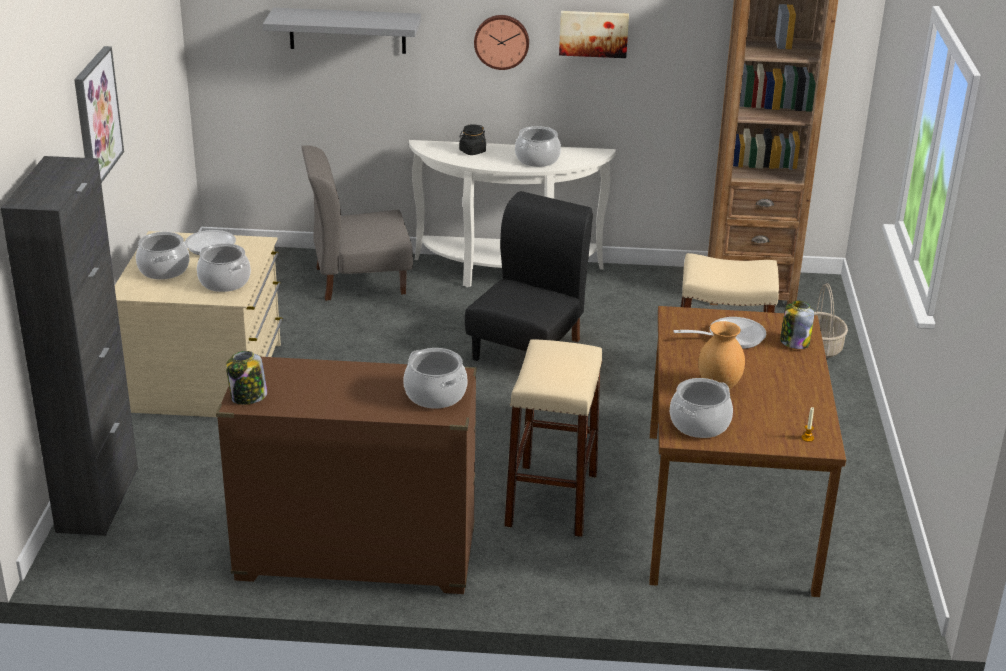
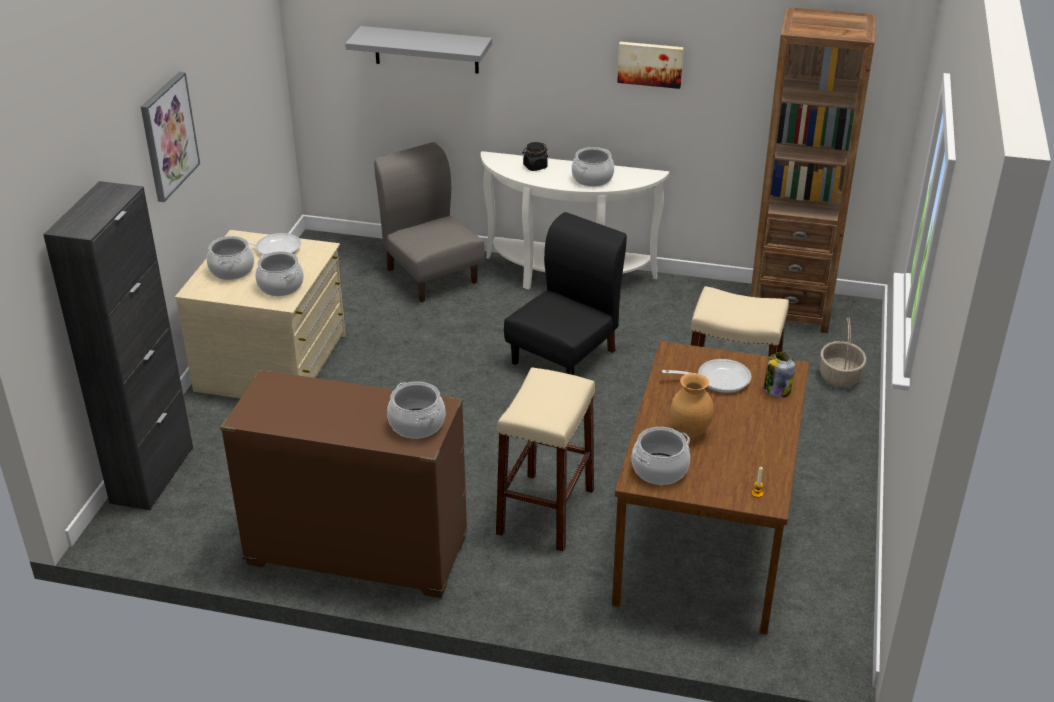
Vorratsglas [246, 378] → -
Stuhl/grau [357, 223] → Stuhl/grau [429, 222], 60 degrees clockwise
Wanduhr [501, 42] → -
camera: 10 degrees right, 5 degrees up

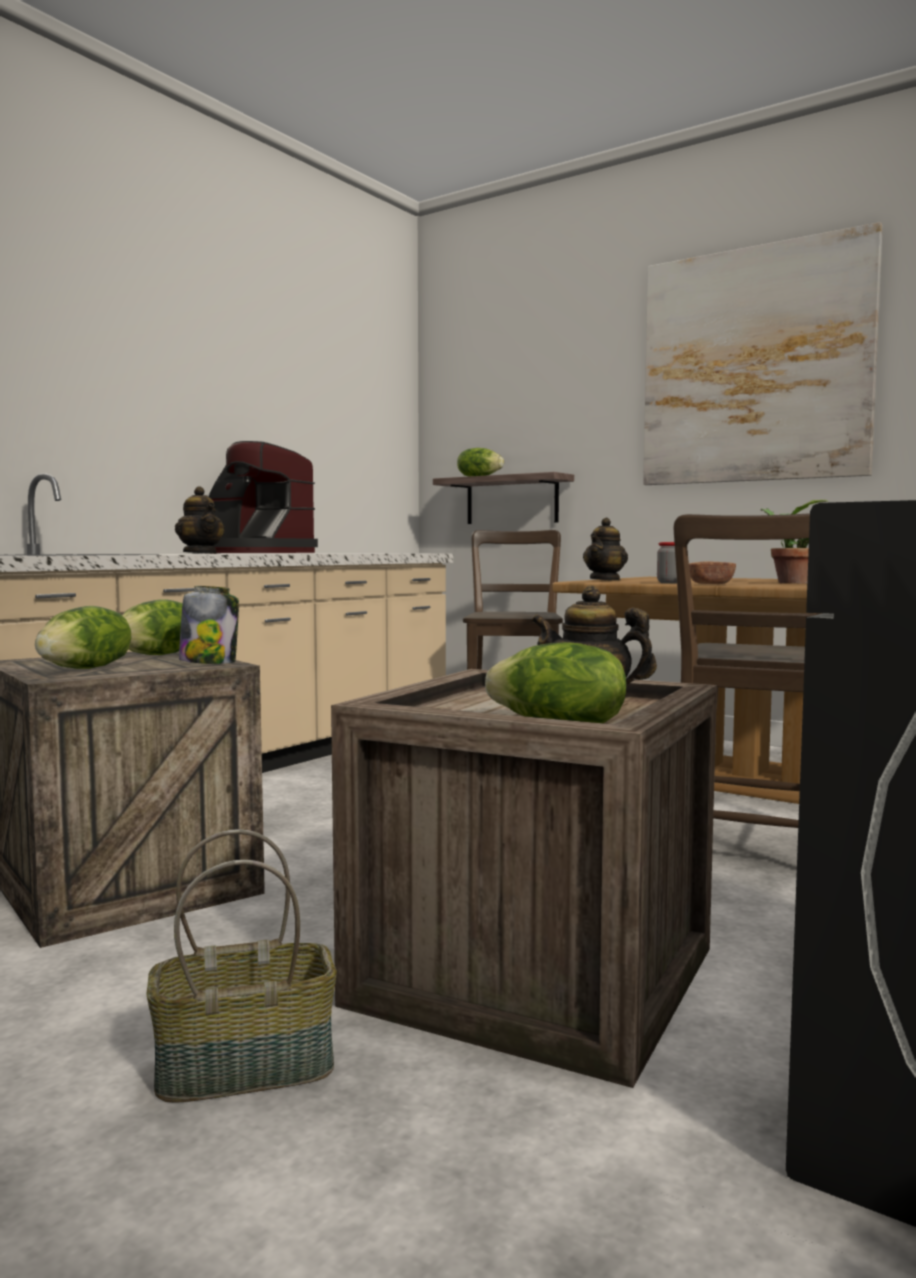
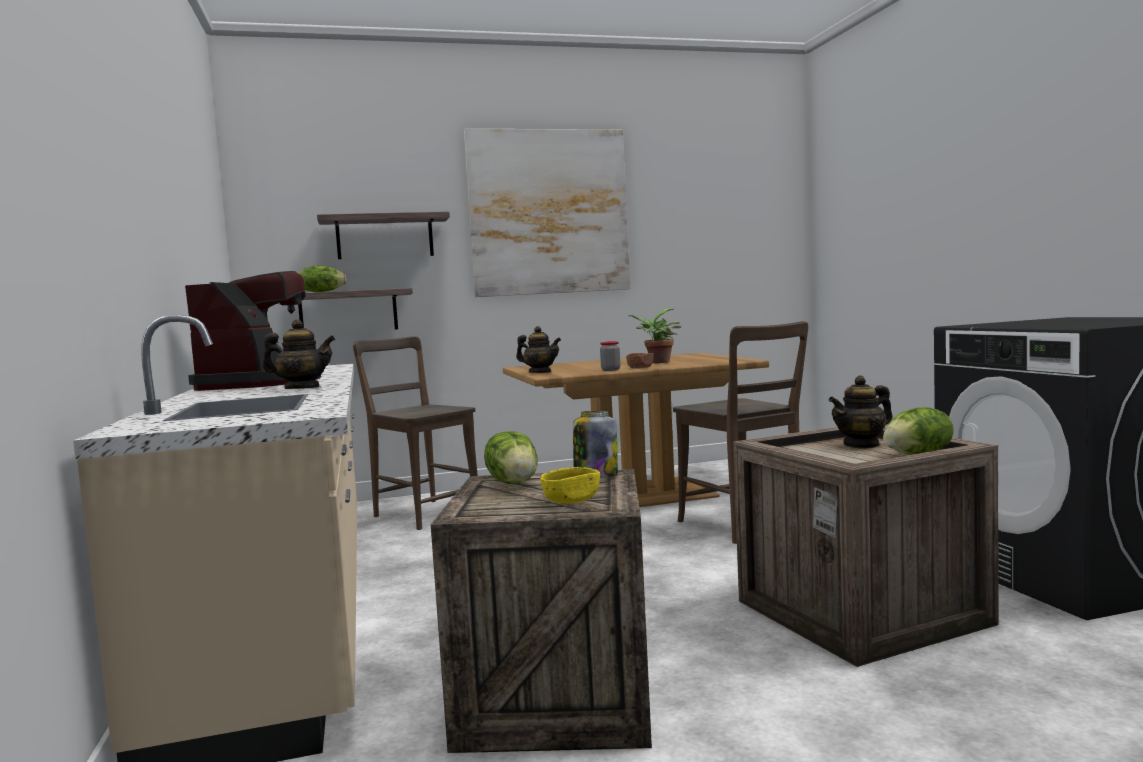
Salatkopf [83, 637] → Schüssel/gelb [570, 485]
Korb [241, 966] → -
Kaffeemaschine [263, 497] → Kaffeemaschine [254, 331], 75 degrees counterclockwise
Teekanne [605, 549] → Teekanne [538, 349], 45 degrees counterclockwise
- → Wandregal [383, 235]
camera: 50 degrees left, 0 degrees up

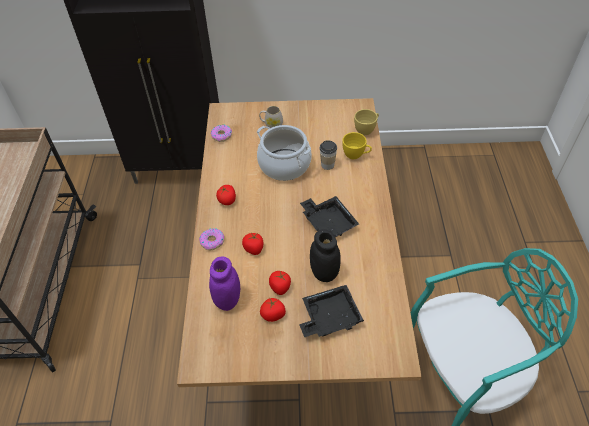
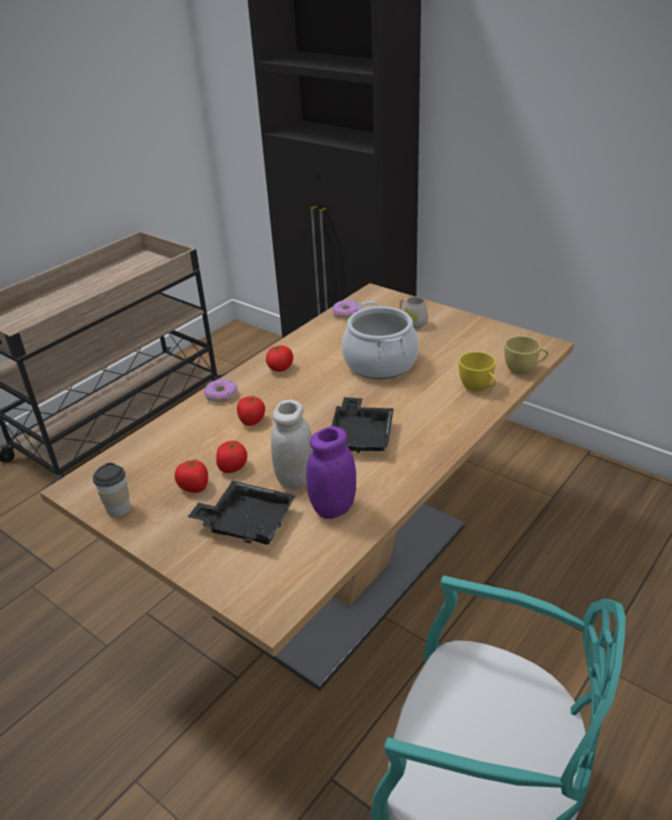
Vorratsglas/lila [224, 284] → Vorratsglas/lila [331, 472], shifted
Vorratsglas/schwarz [325, 255] → Vorratsglas/weiß [292, 445]
Tasse [328, 155] → Tasse [112, 490], shifted
camera: 40 degrees right, 15 degrees down

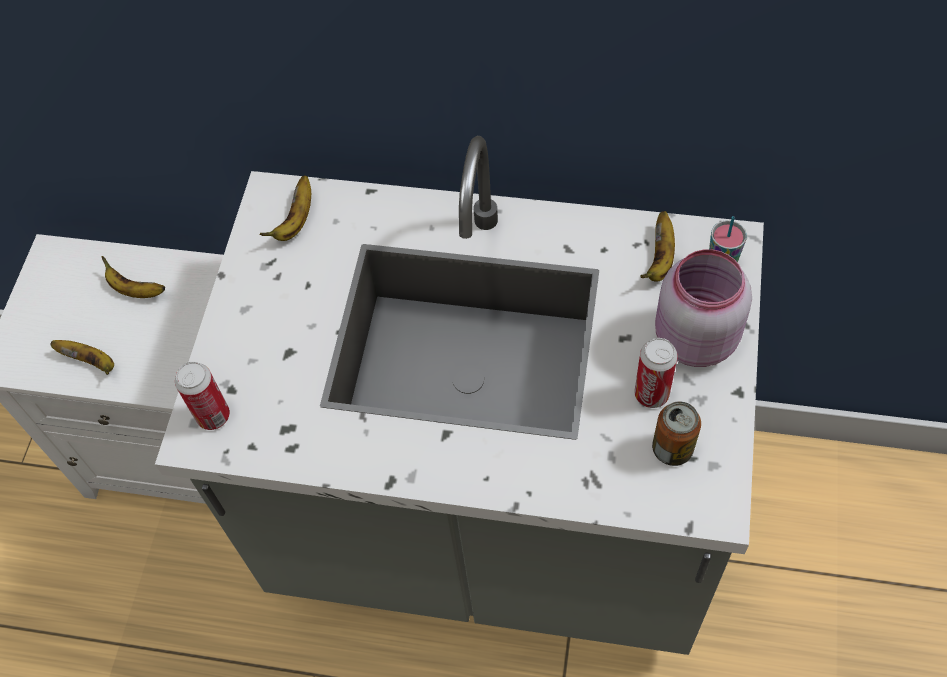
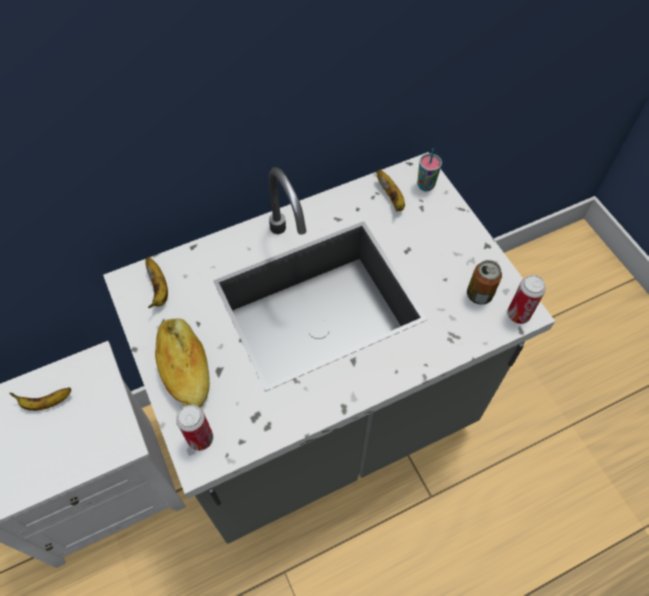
Banane [82, 357] → -
Dose [656, 373] → Dose [526, 299], shifted
Vorratsglas/rosa [703, 308] → -
- → Brot [182, 362]
camera: 40 degrees left, 0 degrees up

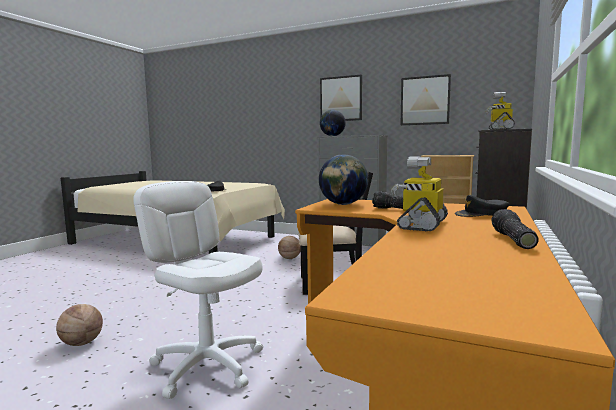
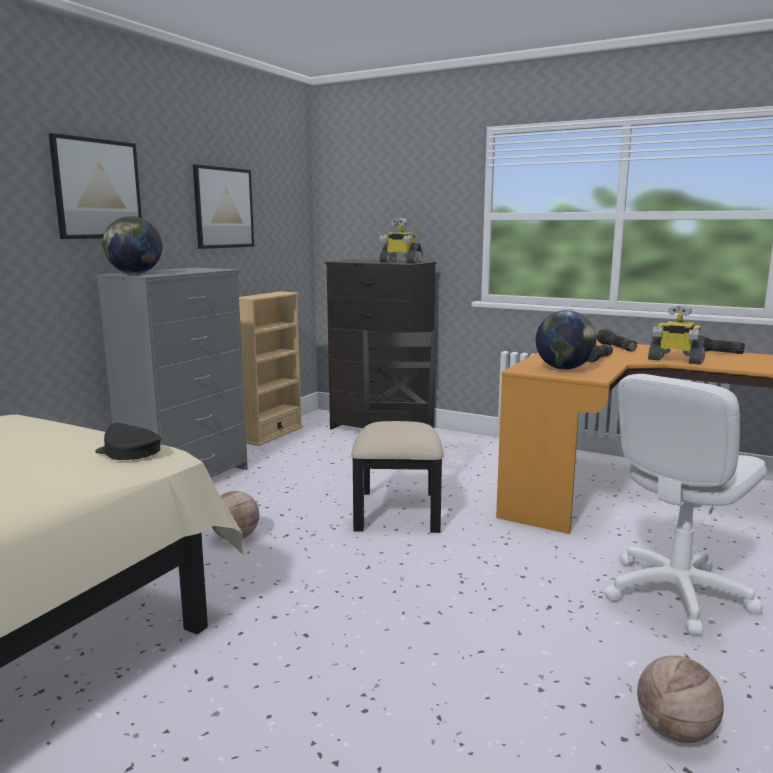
Kappe/schwarz [482, 206] → Taschenlampe [617, 340]
camera: 85 degrees left, 5 degrees up

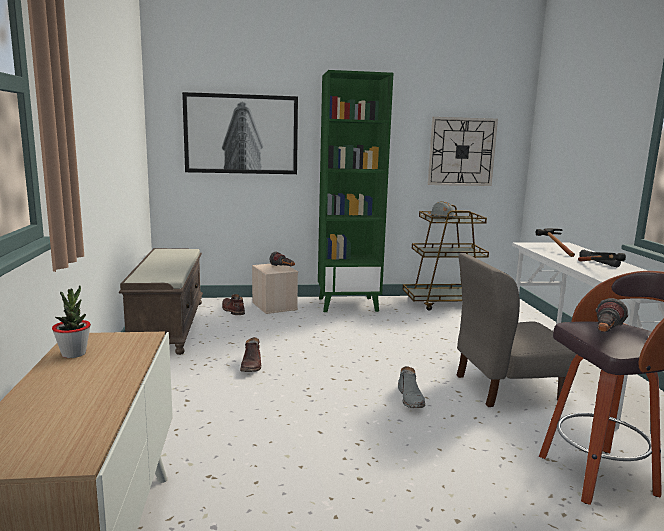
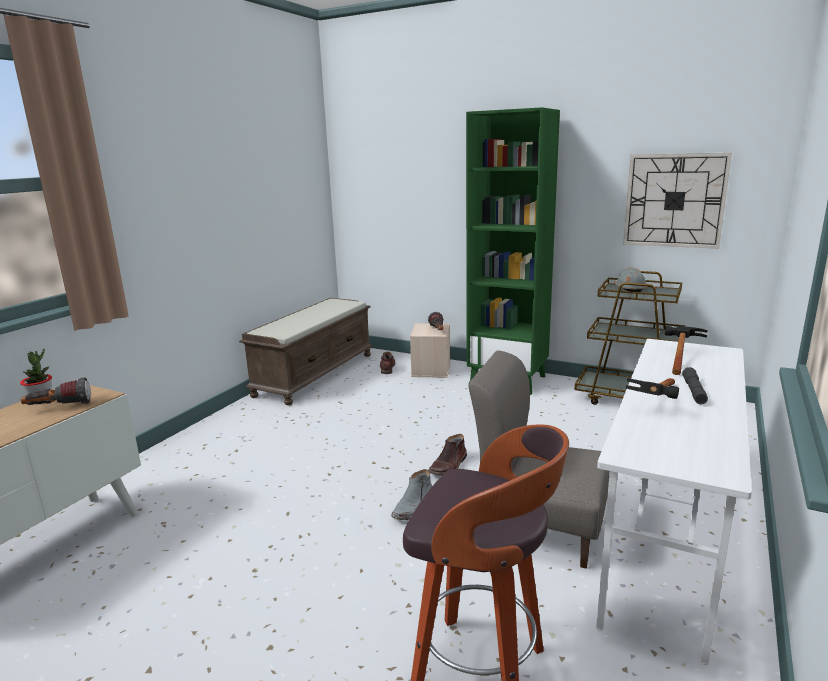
Bild [240, 133] → -
Stiefel/braun [250, 354] → Stiefel/braun [447, 455], shifted
Taschenlampe [611, 315] → Taschenlampe [56, 391], shifted
camera: 35 degrees right, 5 degrees up

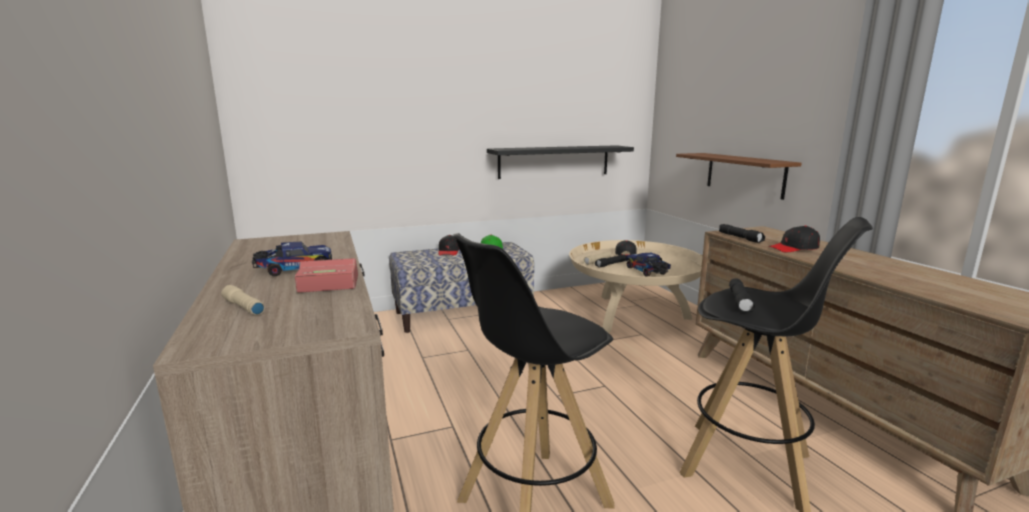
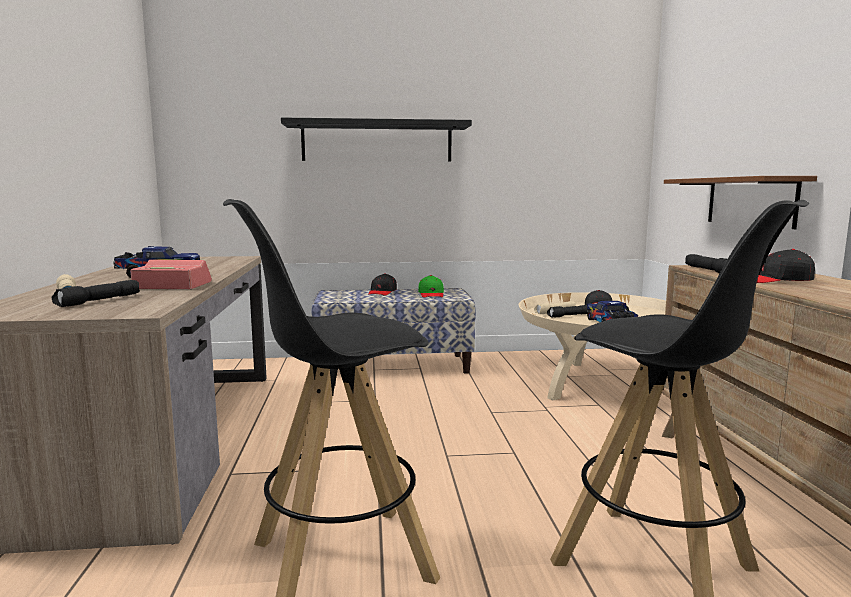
Wandregal/schwarz [560, 162] → Wandregal/schwarz [376, 140], shifted
Taschenlampe/schwarz [742, 295] → Taschenlampe/schwarz [96, 293], shifted
camera: 15 degrees right, 5 degrees down

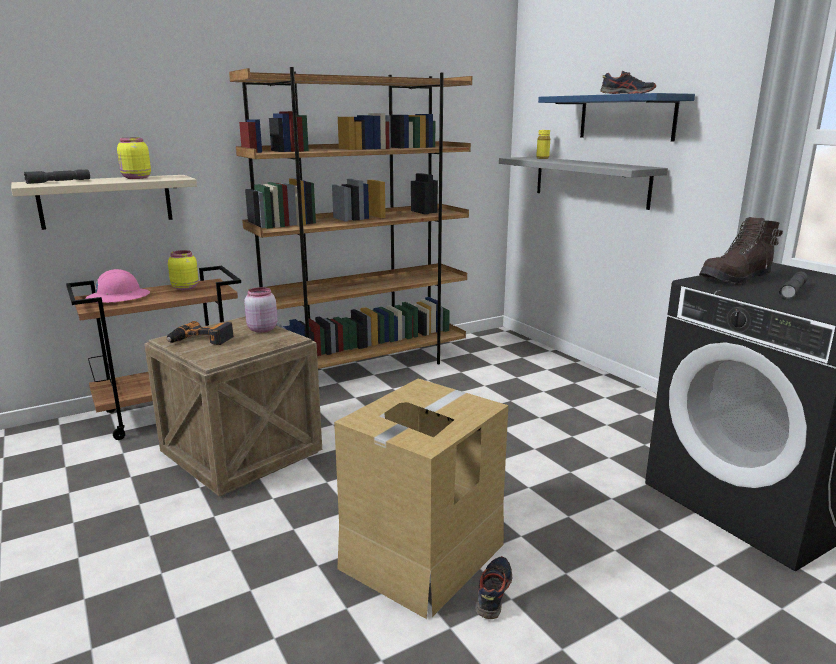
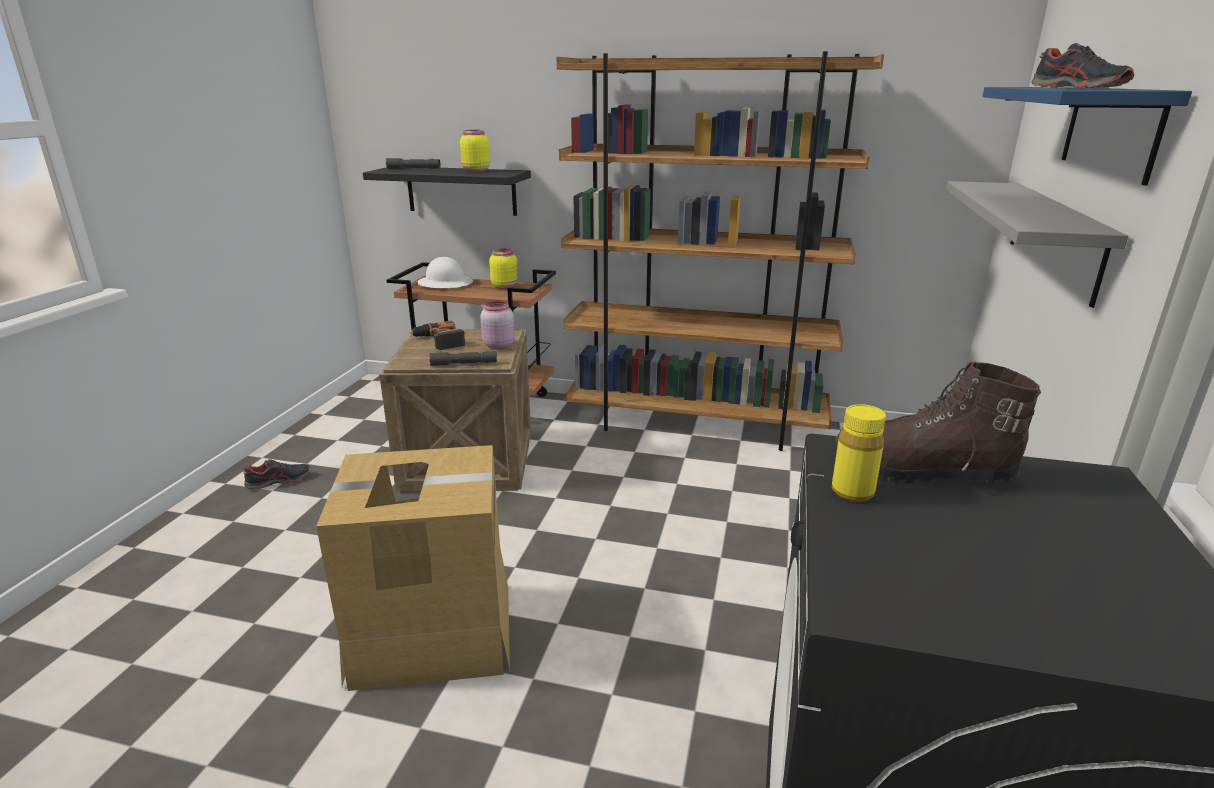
Wandregal/beige [104, 202] → Wandregal/schwarz [447, 191]
Schutzhelm/rosa [118, 286] → Schutzhelm/weiß [445, 272]
Schuh [494, 587] → Schuh [276, 474], shifted
Flasche/gelb [543, 144] → Flasche/gelb [859, 453], shifted
Taschenlampe/grau [793, 286] → Taschenlampe/grau [463, 358], shifted
camera: 45 degrees right, 5 degrees up

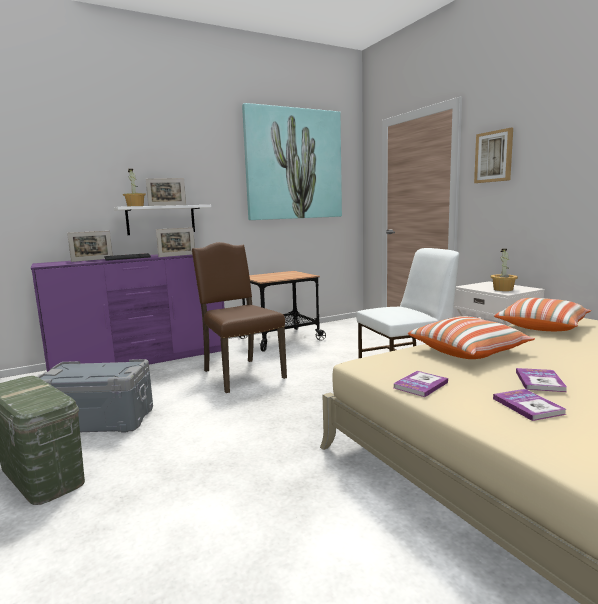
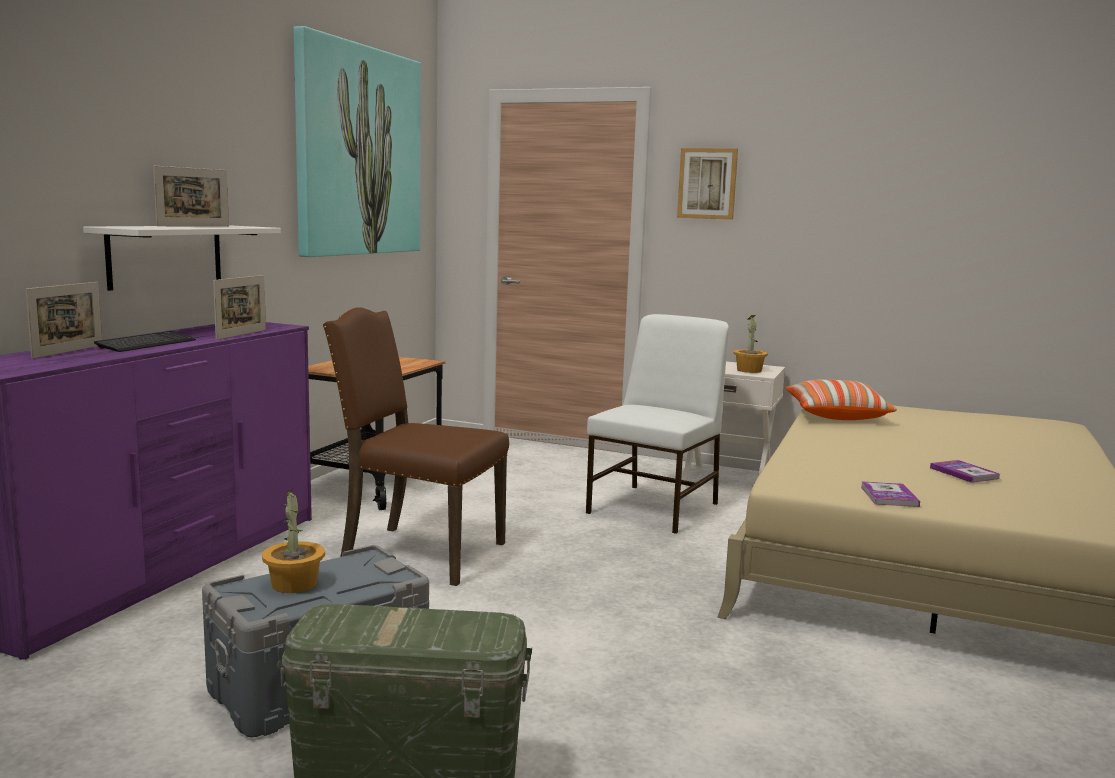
Topfpflanze [134, 187] → Topfpflanze [293, 540], shifted
Kissen [471, 337] → -
Buch [529, 405] → -
camera: 40 degrees left, 0 degrees up

